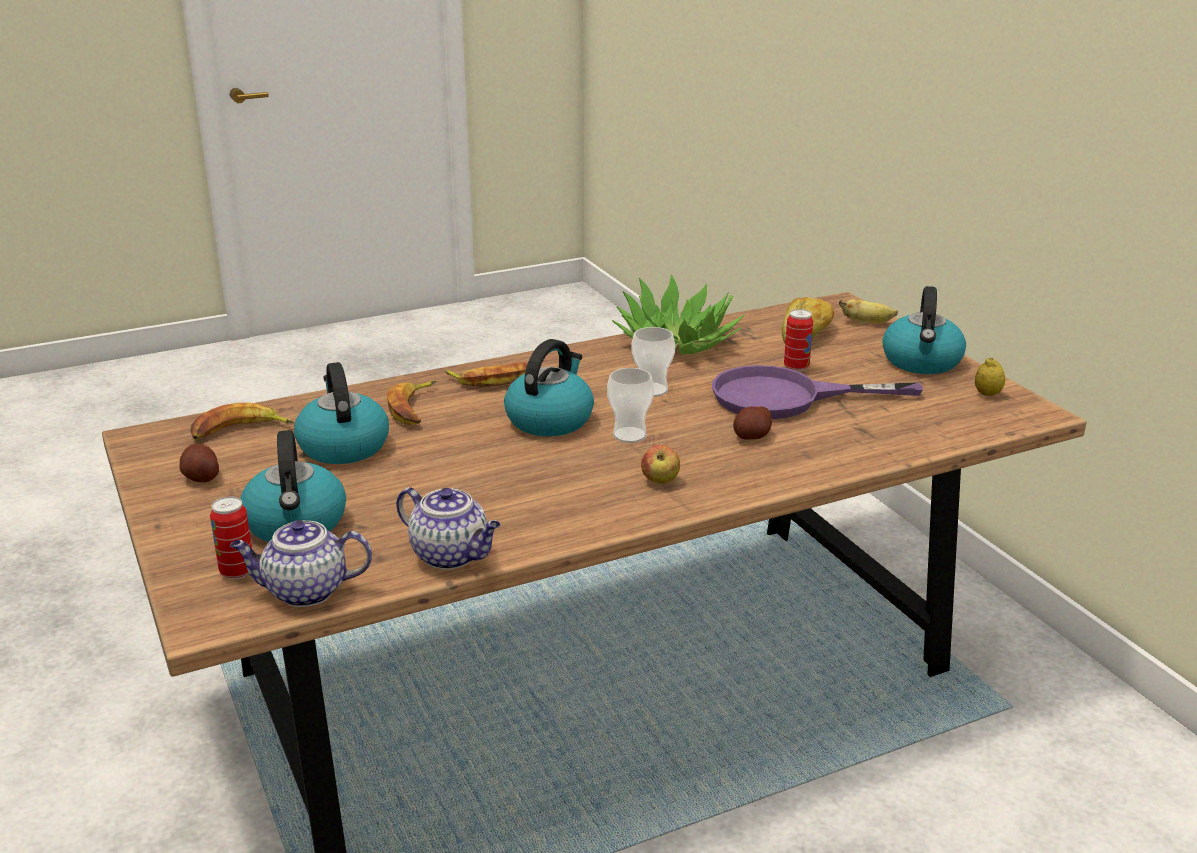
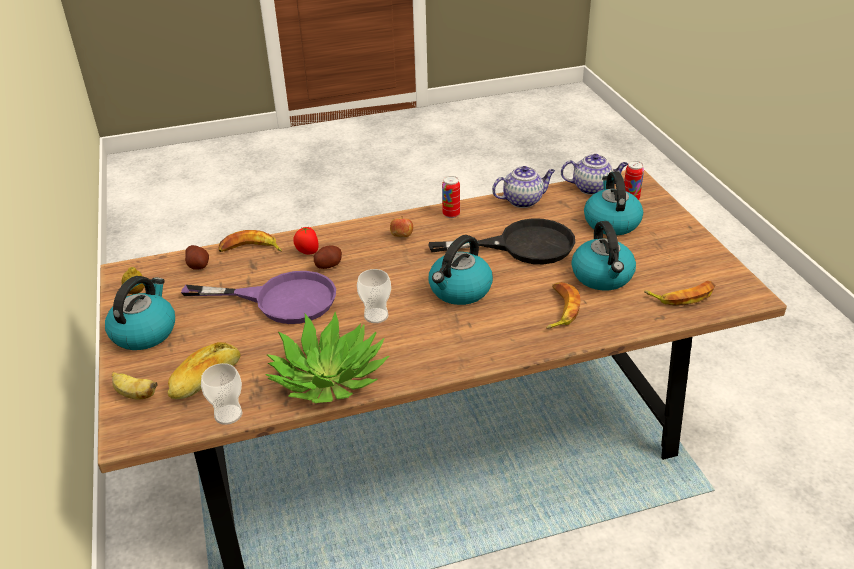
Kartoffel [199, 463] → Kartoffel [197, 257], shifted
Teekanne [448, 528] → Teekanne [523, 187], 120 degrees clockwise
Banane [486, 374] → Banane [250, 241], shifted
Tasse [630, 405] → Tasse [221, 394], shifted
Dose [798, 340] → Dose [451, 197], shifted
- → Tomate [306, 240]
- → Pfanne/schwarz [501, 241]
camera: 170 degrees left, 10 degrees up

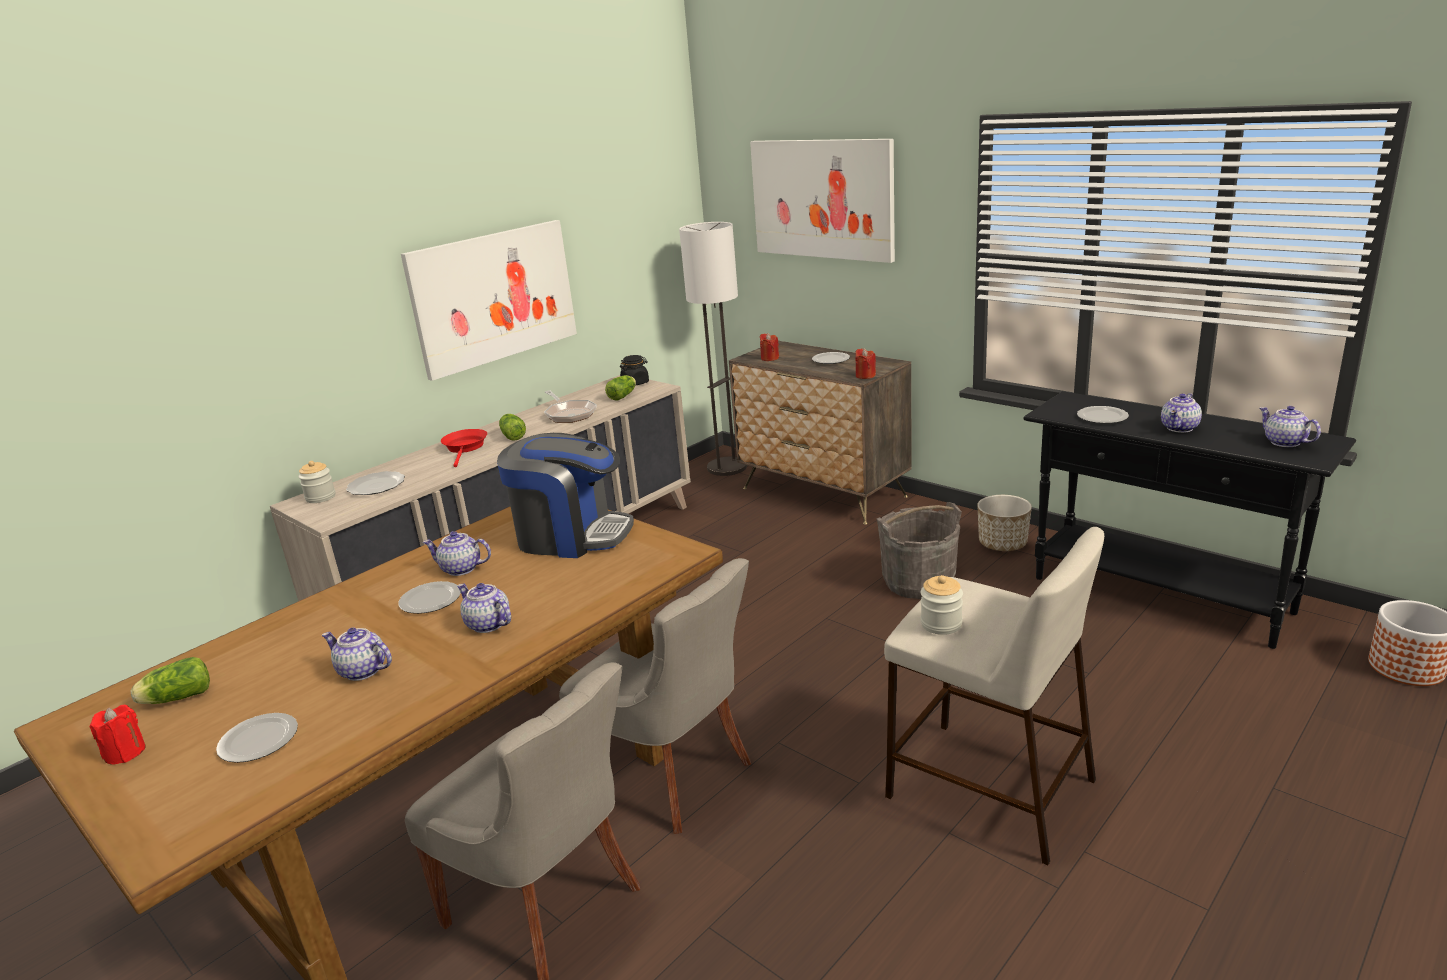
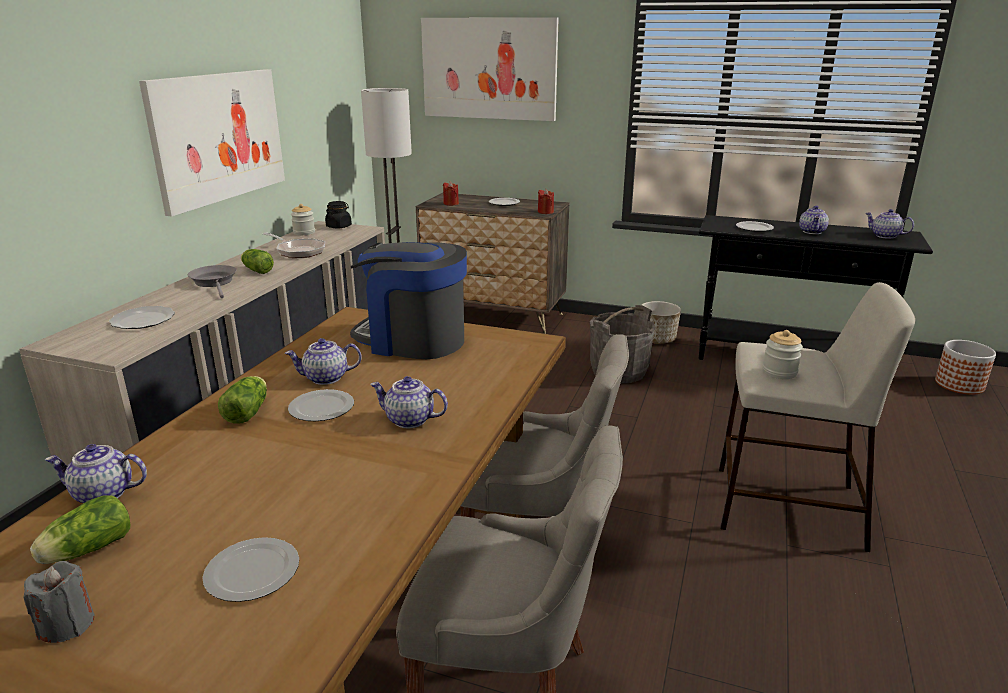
Kerze/rot [118, 734] → Kerze/grau [59, 602]
Vorratsglas [317, 482] → Vorratsglas [303, 219], shifted
Teekanne [357, 654] → Teekanne [96, 473], shifted
Pfanne/rot [464, 448] → Pfanne/grau [212, 281]
Kaffeemaschine [565, 495] → Kaffeemaschine [408, 300], 150 degrees counterclockwise
Salatkopf [620, 388] → Salatkopf [242, 399], shifted
camera: 25 degrees left, 0 degrees up

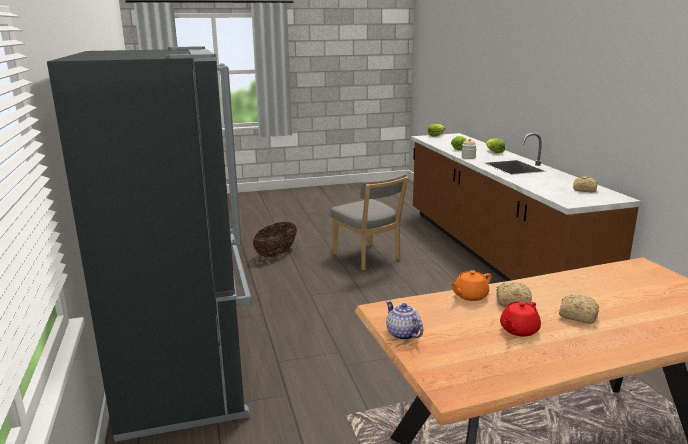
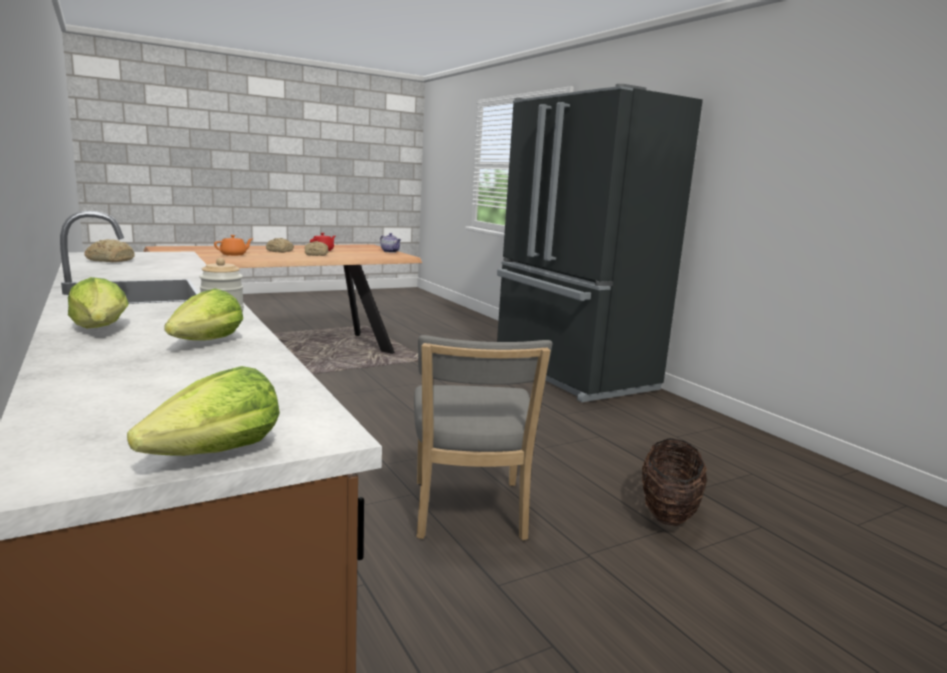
Stuhl/grau [369, 222] → Stuhl/grau [483, 437], 135 degrees counterclockwise
Teekanne/orange [471, 285] → Teekanne/orange [233, 245], shifted
camera: 165 degrees right, 5 degrees down

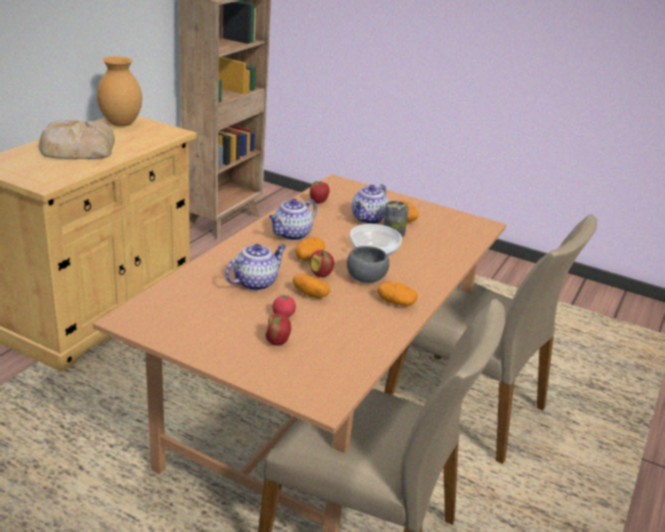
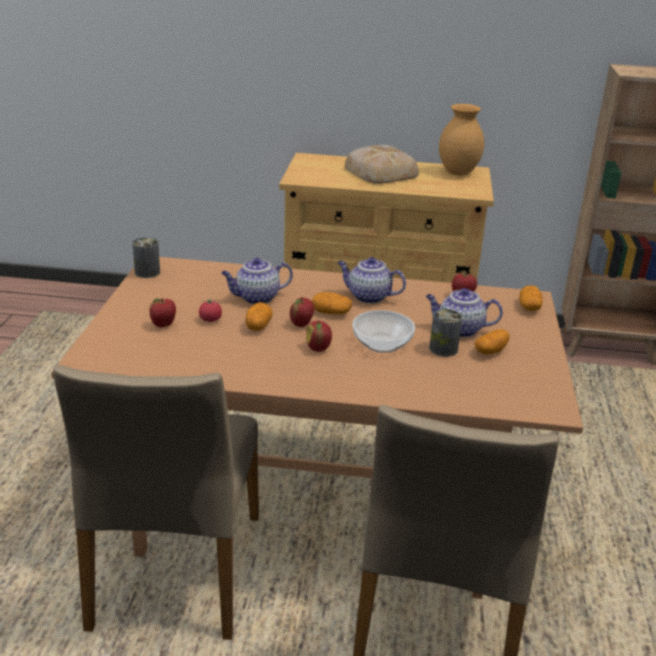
Teekanne [255, 267] → Teekanne [257, 281], 135 degrees clockwise
Schüssel/grau [368, 264] → Apfel [319, 336]
Kartoffel [397, 293] → Kartoffel [531, 298], shifted
- → Dose [146, 257]
camera: 70 degrees right, 0 degrees up

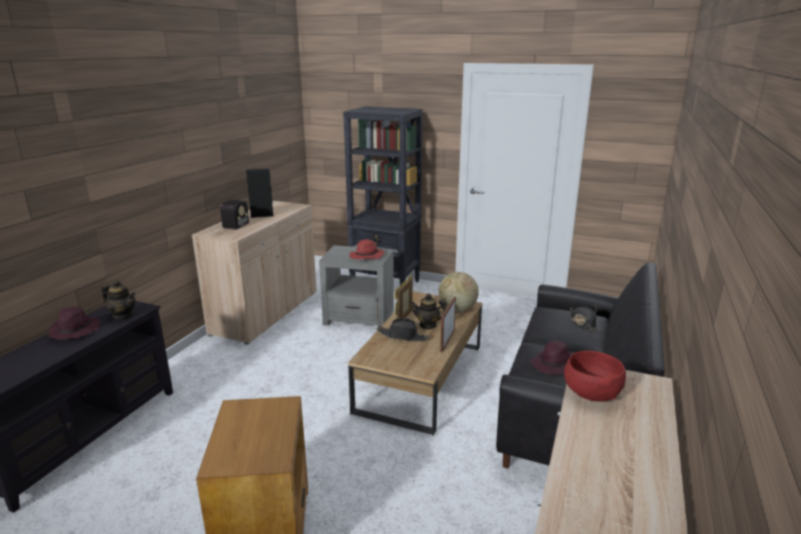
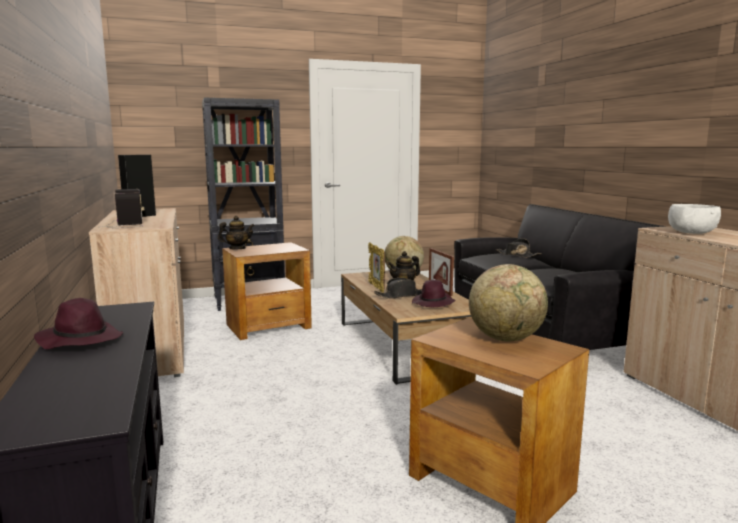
Teekanne [118, 300] → Teekanne [236, 232], shifted
Beistelltisch/grau [356, 285] → Beistelltisch/braun [267, 291]
Hut/rot [366, 249] → -
Hut/lila [552, 357] → Hut/lila [434, 293], shifted
Schüssel/rot [595, 376] → Schüssel/weiß [694, 219]
- → Globus [508, 303]
camera: 40 degrees left, 10 degrees down

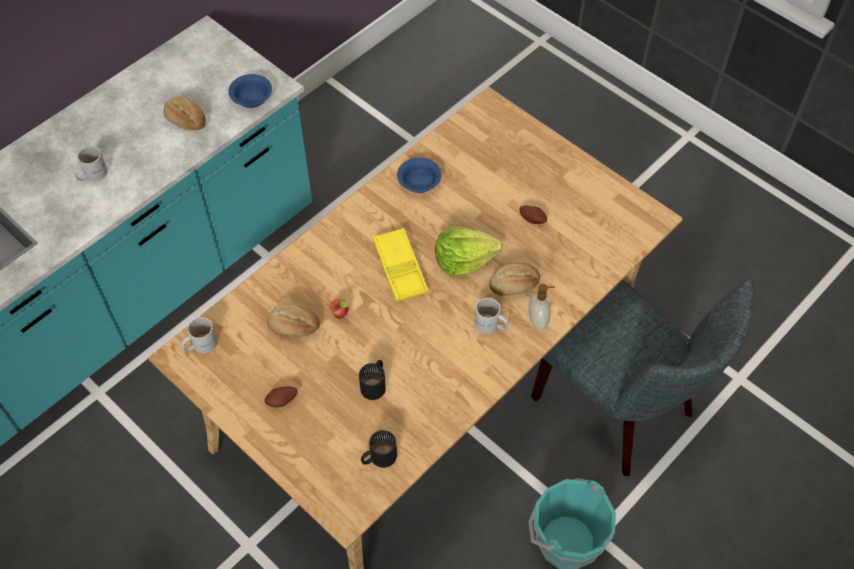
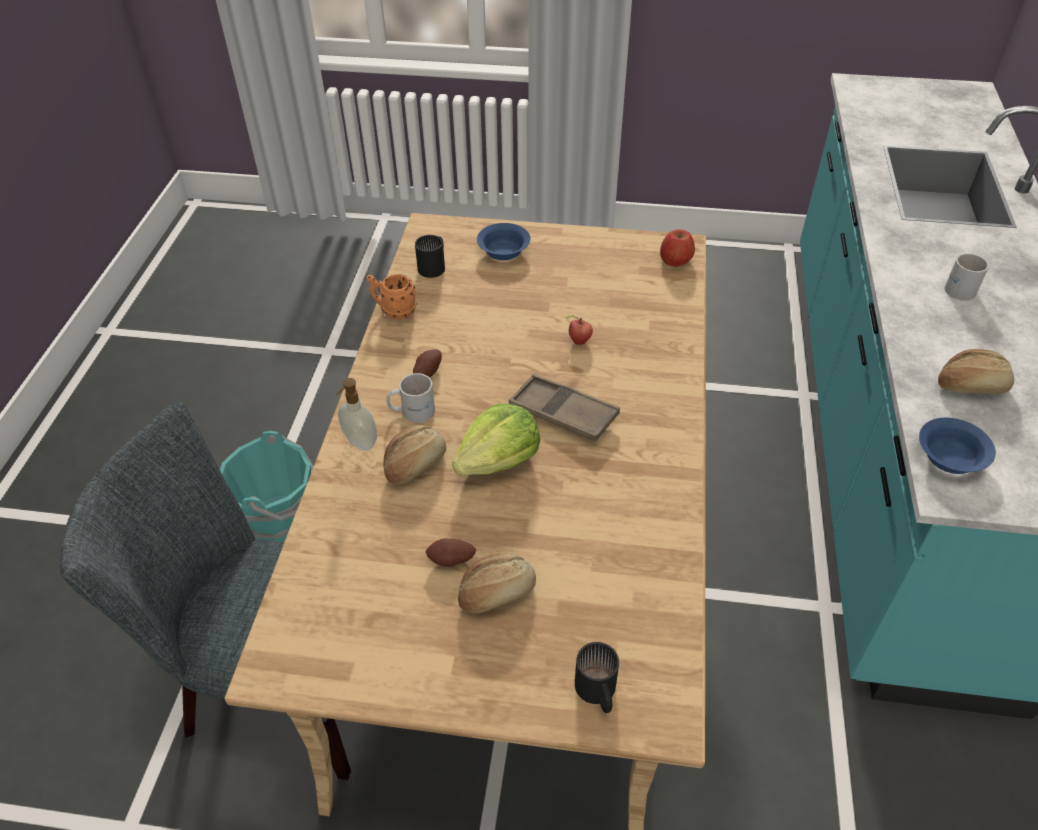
Henkelbecher/weiß [199, 335] → Apfel [677, 248]
Kartoffel [280, 396] → Kartoffel [427, 363], shifted
Brot [293, 320] → Brot [497, 582], shifted
Henkelbecher/schwarz [372, 380] → Henkelbecher/schwarz [597, 677], shifted
Tablett/gelb [400, 265] → Tablett/braun [564, 407]
Schüssel/blau [419, 175] → Schüssel/blau [503, 241], shifted
- → Henkelbecher/orange [391, 297]
camera: 145 degrees right, 10 degrees down

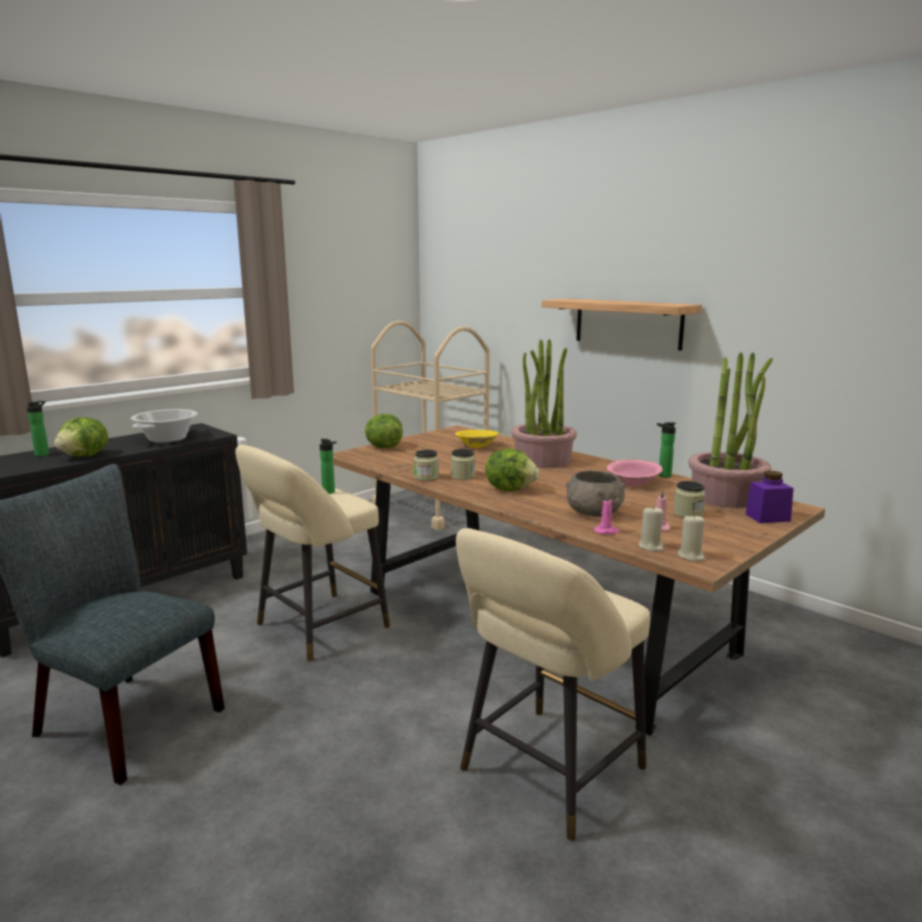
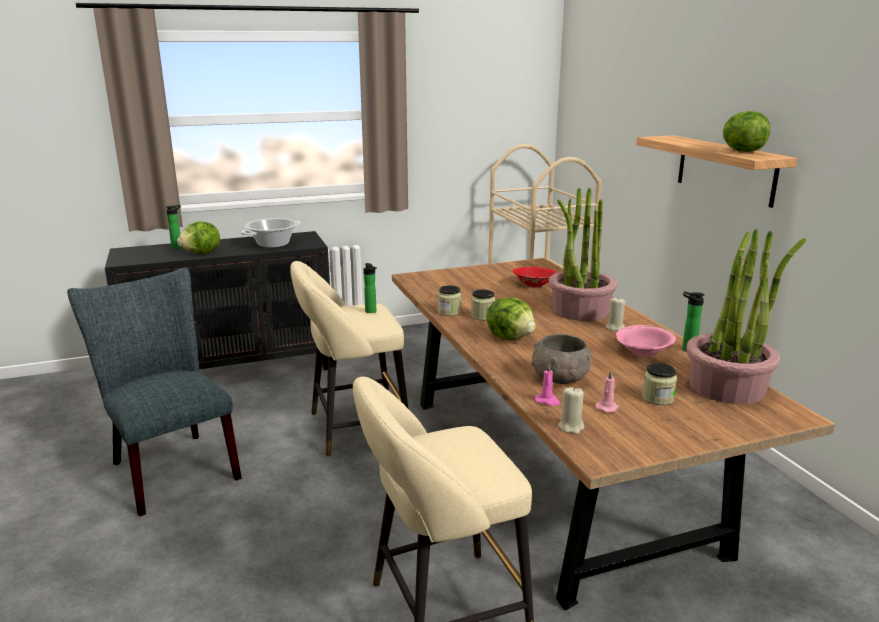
Salatkopf [384, 431] → Salatkopf [746, 131], shifted
Schüssel/gelb [477, 439] → Schüssel/rot [535, 277]
Kerze/beige [691, 537] → Kerze/beige [615, 314], shifted
Vorratsglas/lila [769, 497] → -
camera: 25 degrees right, 5 degrees up

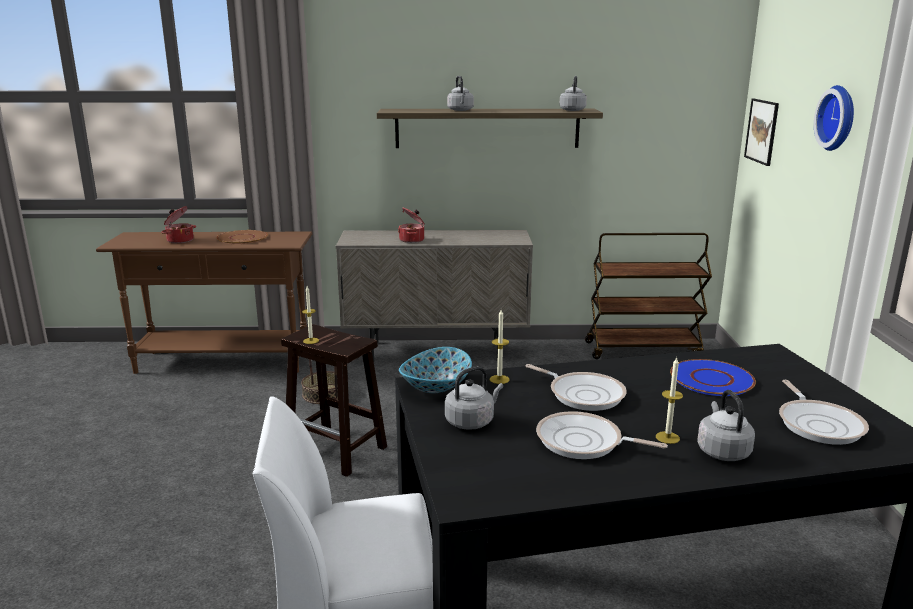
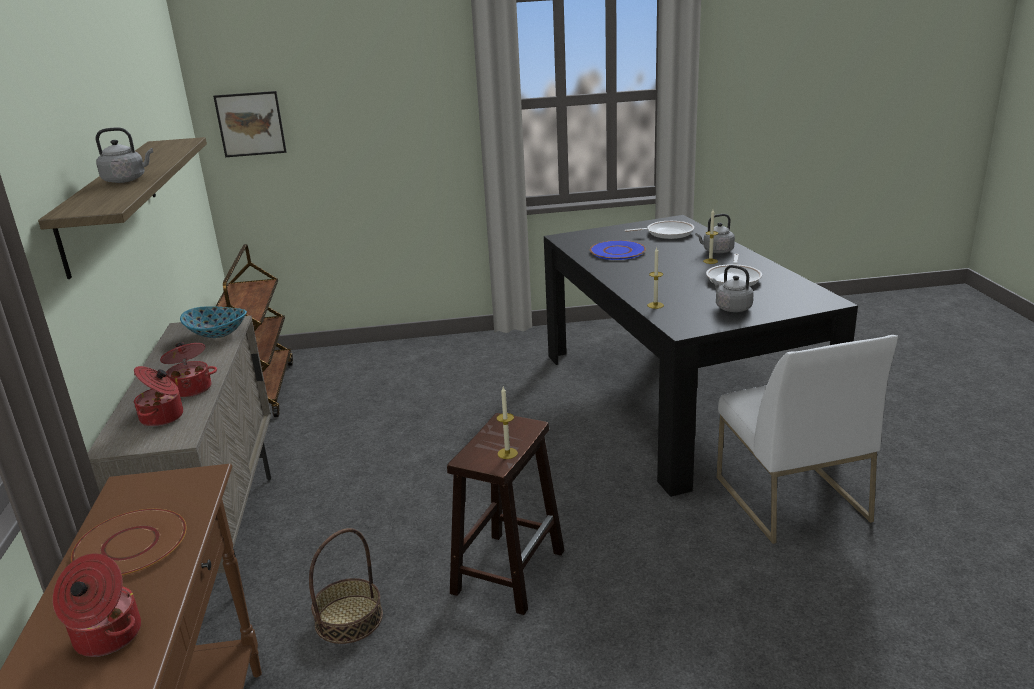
Schüssel [435, 370] → Schüssel [213, 322], shifted
Pfanne [576, 387] → -
Wasserkessel/grau [573, 93] → -
Wanduhr [834, 118] → -
- → Kochtopf [158, 396]
camera: 95 degrees left, 5 degrees up

